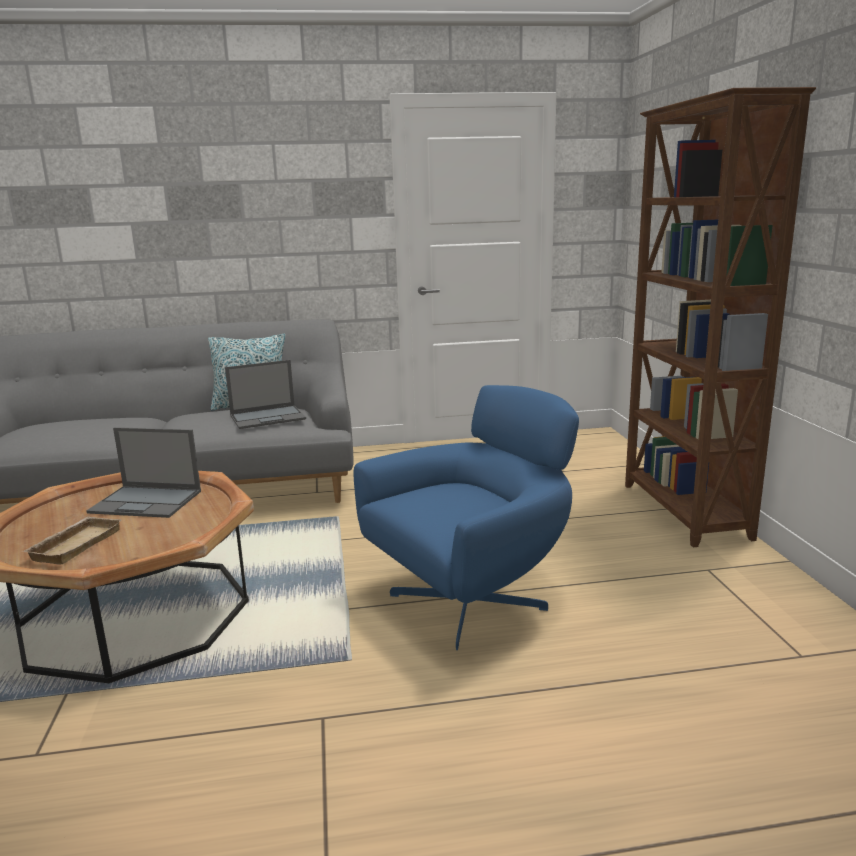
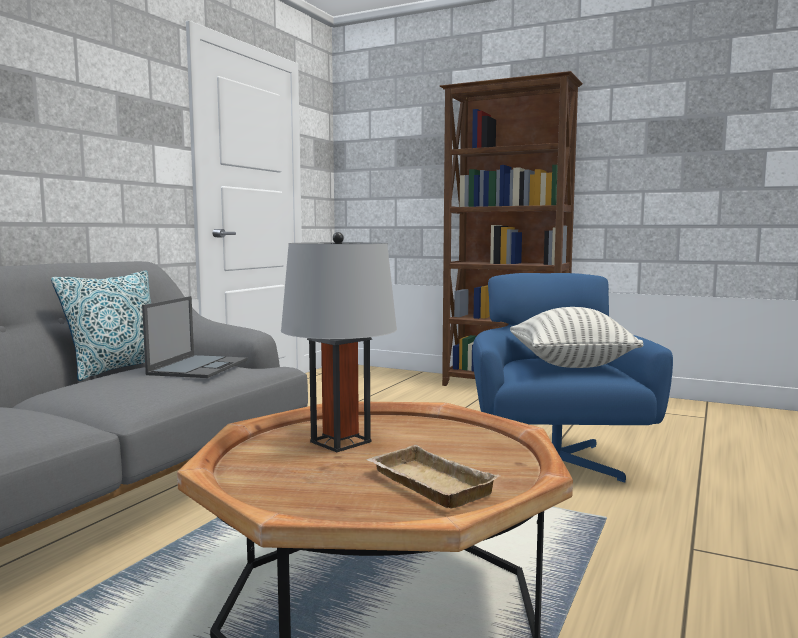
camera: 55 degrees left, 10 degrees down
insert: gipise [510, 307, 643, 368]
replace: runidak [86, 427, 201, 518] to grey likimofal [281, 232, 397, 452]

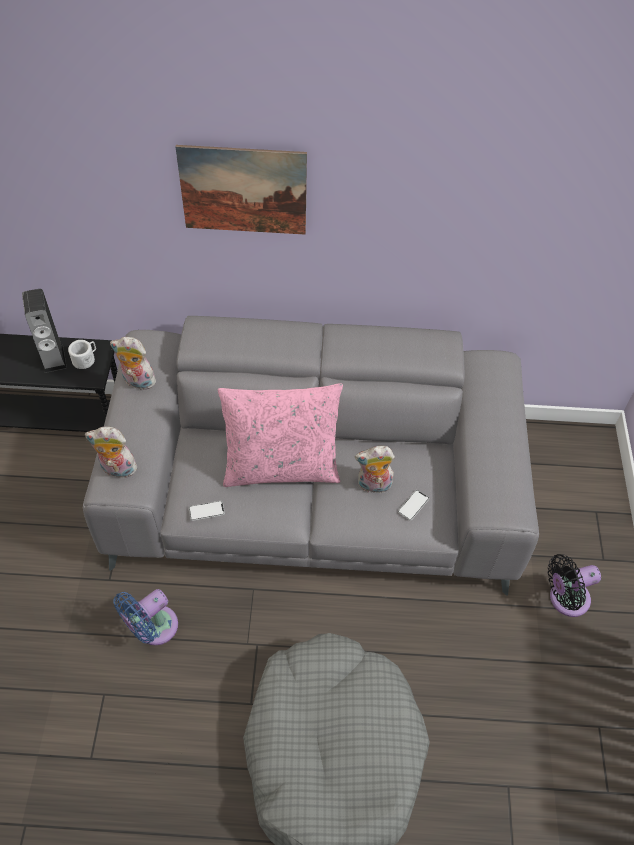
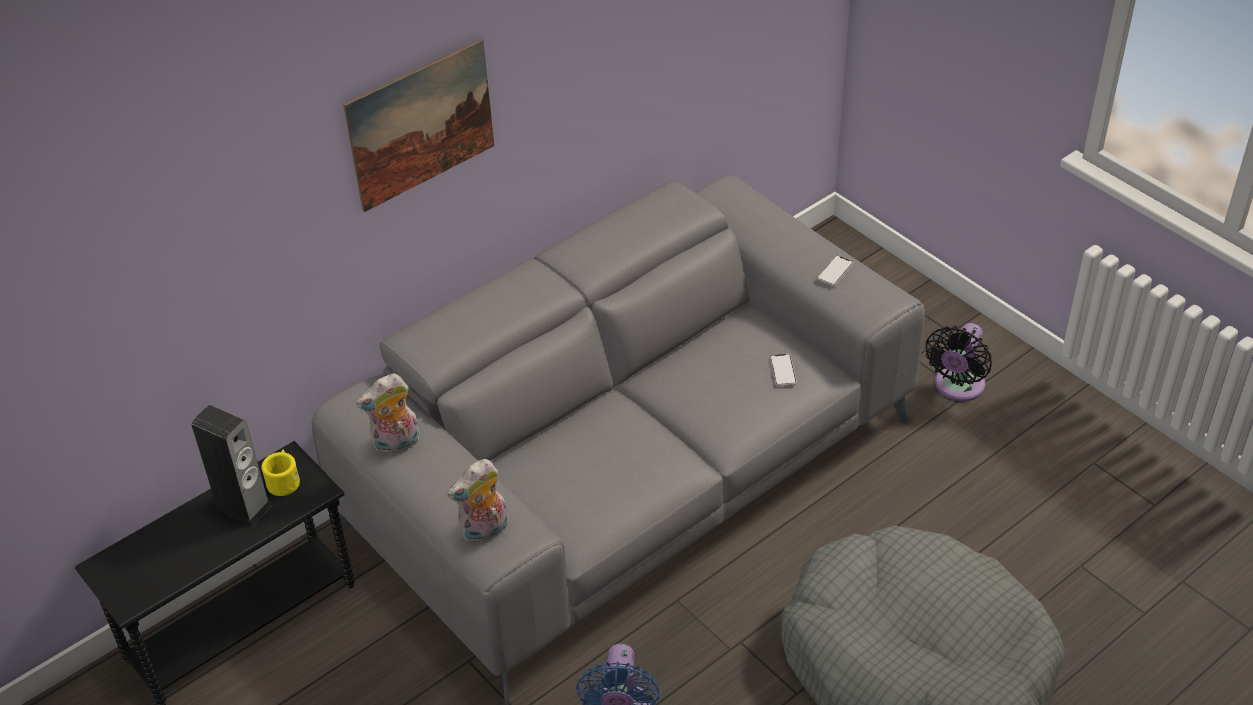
camera: 40 degrees left, 10 degrees down
delete: pink gipise [218, 383, 343, 487]; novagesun [355, 446, 395, 496]
move: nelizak [189, 501, 225, 521] to [817, 255, 854, 286]
recolor: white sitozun [68, 340, 96, 369] to yellow sitozun [262, 449, 300, 496]

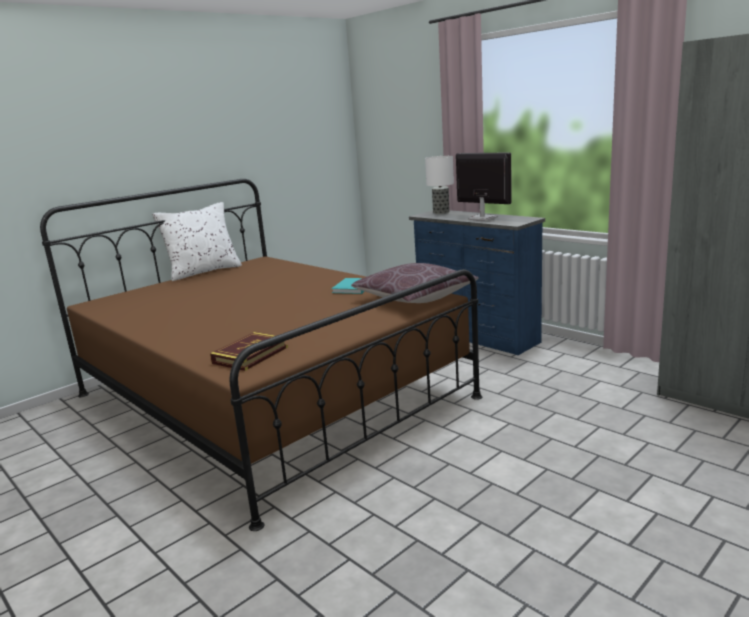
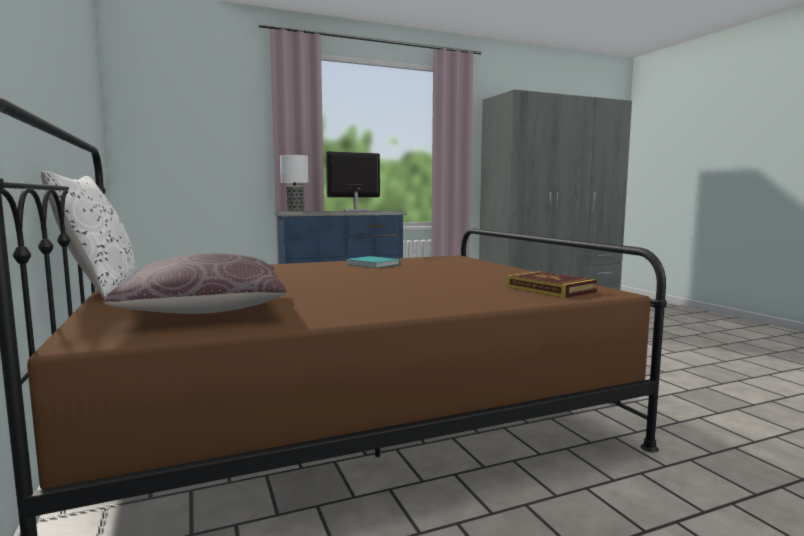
camera: 70 degrees left, 10 degrees down
move: brown gipise [351, 263, 479, 303] to [103, 253, 287, 314]

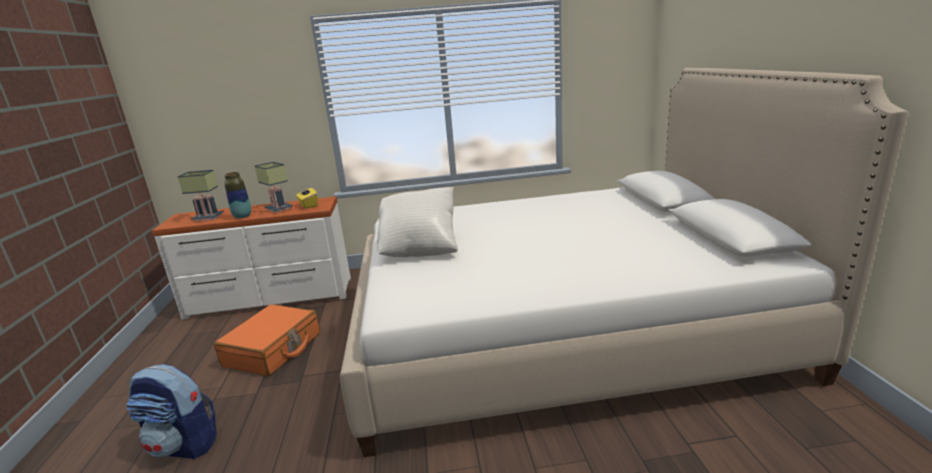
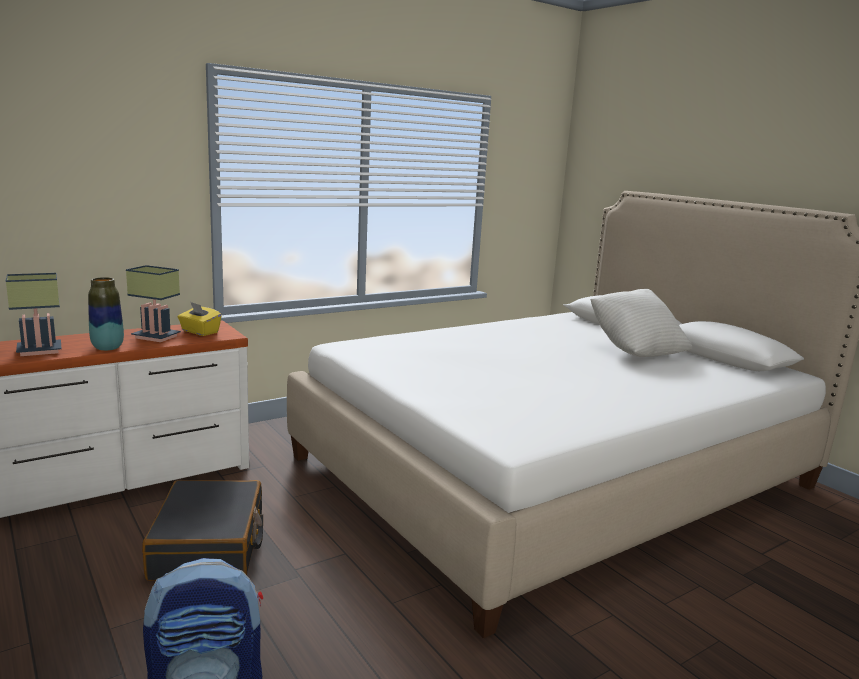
camera: 30 degrees left, 5 degrees down
move: white gipise [377, 187, 458, 257] to [590, 289, 692, 357]
recolor: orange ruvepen [214, 304, 320, 376] to black ruvepen [142, 480, 263, 581]

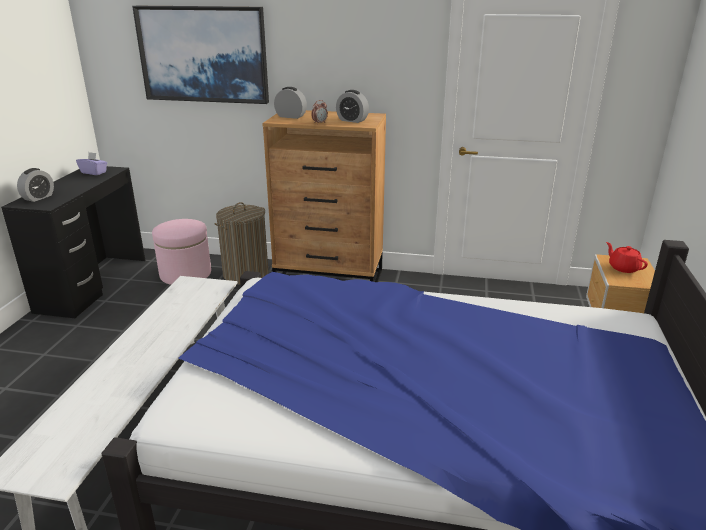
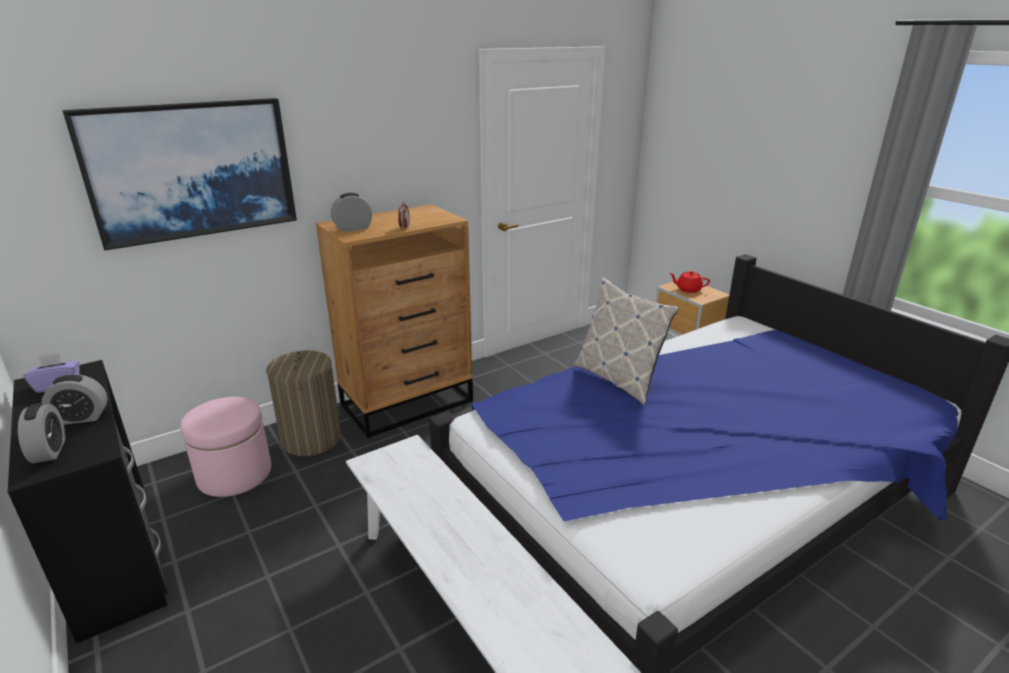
camera: 45 degrees left, 0 degrees up
insert: gipise [574, 277, 679, 405]
move: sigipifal [336, 90, 369, 123] to [41, 374, 108, 425]

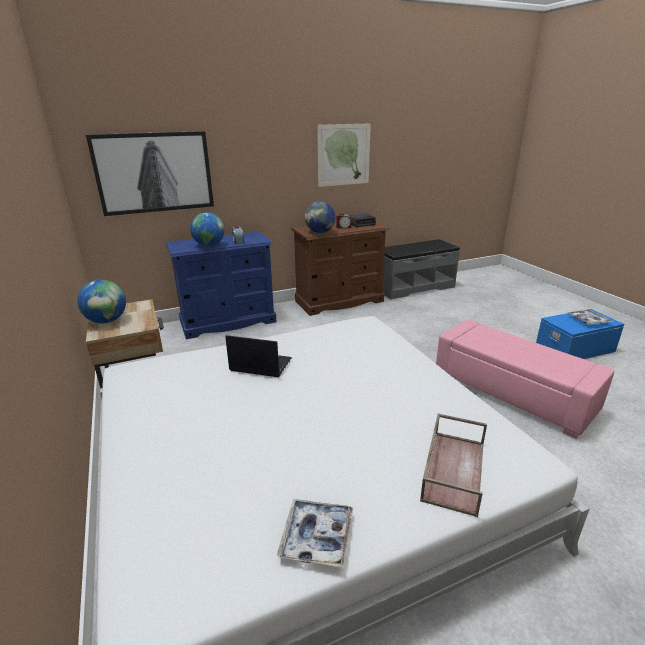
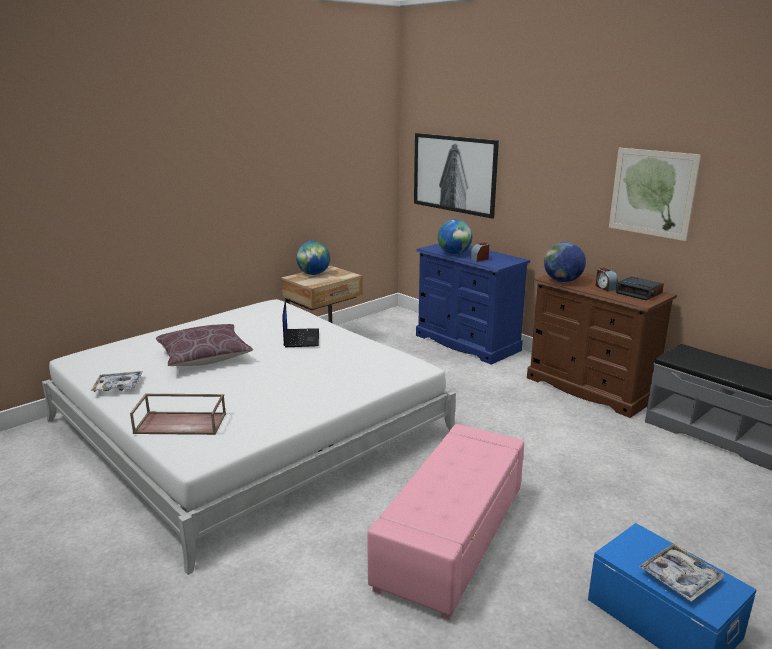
camera: 70 degrees right, 5 degrees down
insert: brown gipise [156, 324, 253, 366]

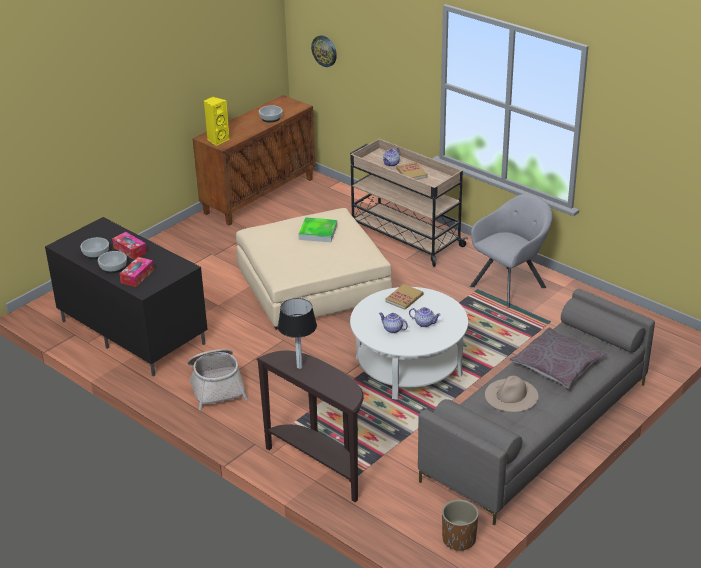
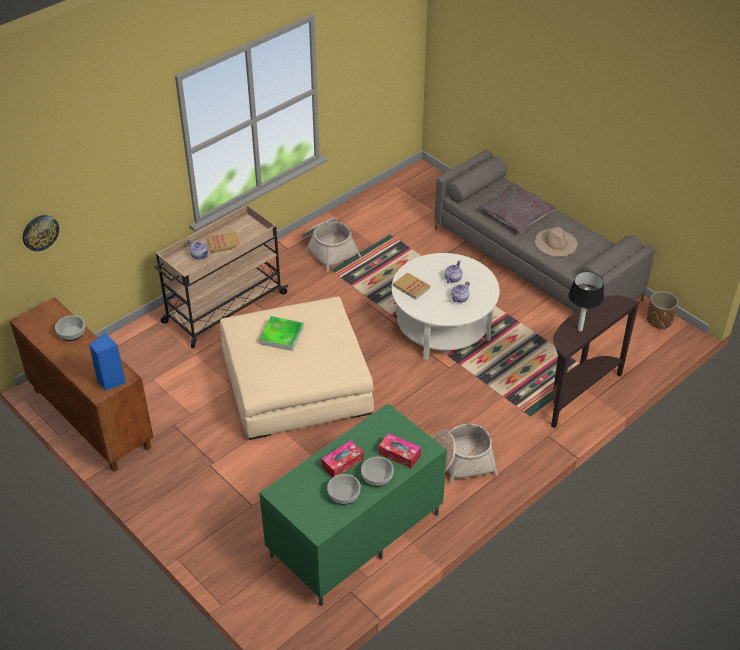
camera: 85 degrees left, 10 degrees up
replace: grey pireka [470, 194, 553, 308] to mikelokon [301, 218, 361, 272]
recolor: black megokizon [45, 217, 208, 377] to green megokizon [259, 403, 447, 606]; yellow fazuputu [204, 97, 229, 146] to blue fazuputu [89, 333, 126, 391]

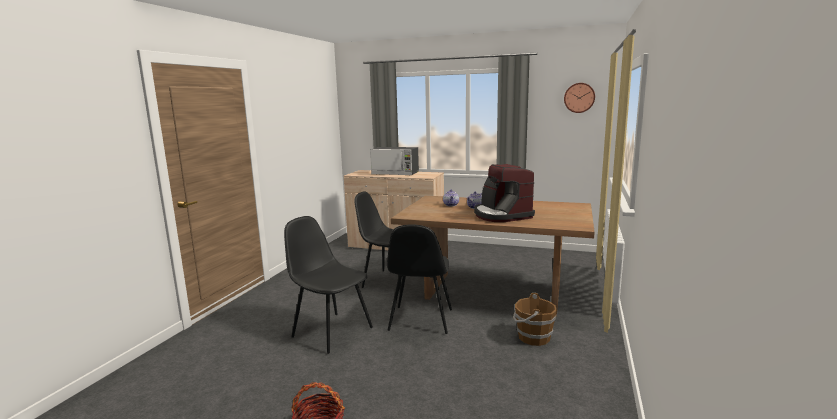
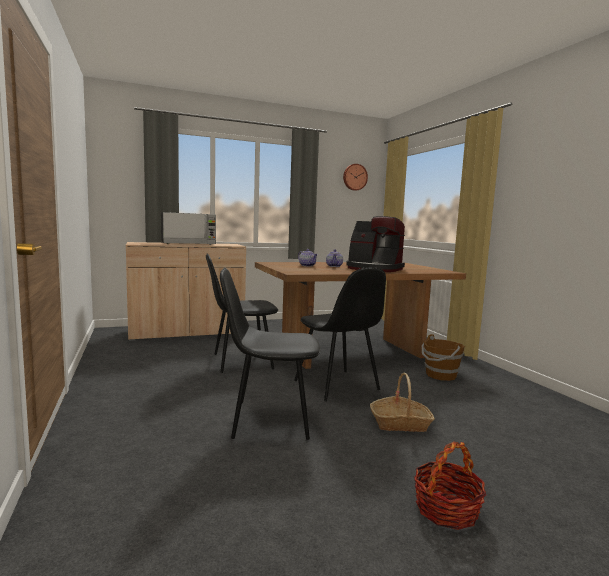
camera: 40 degrees left, 5 degrees down
insert: mikelokon [370, 373, 435, 432]

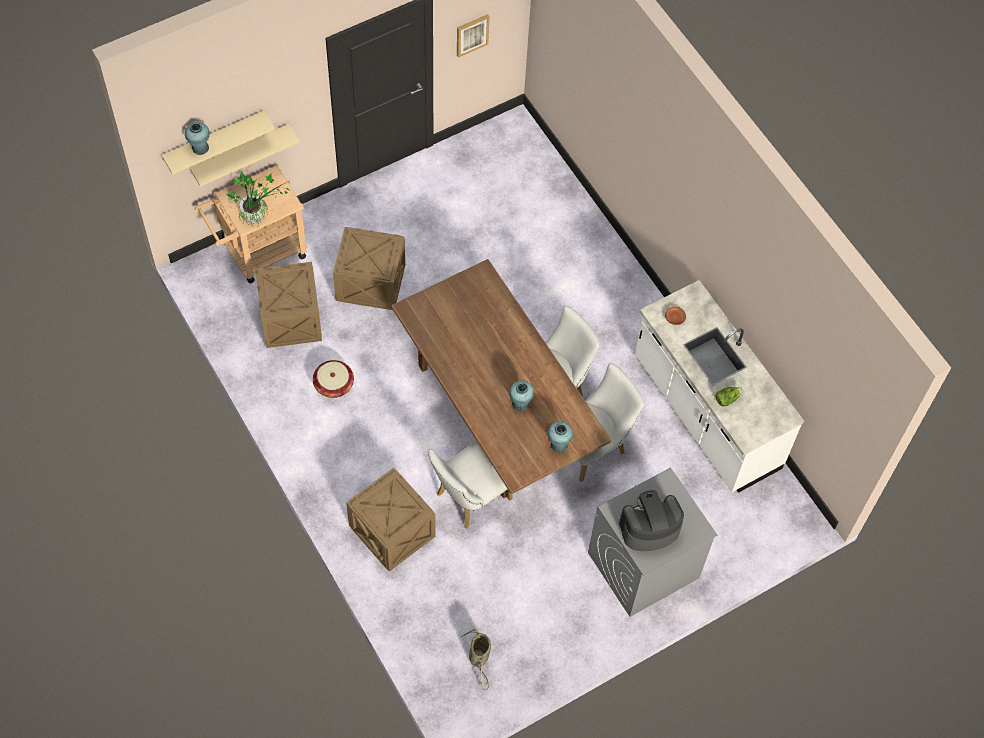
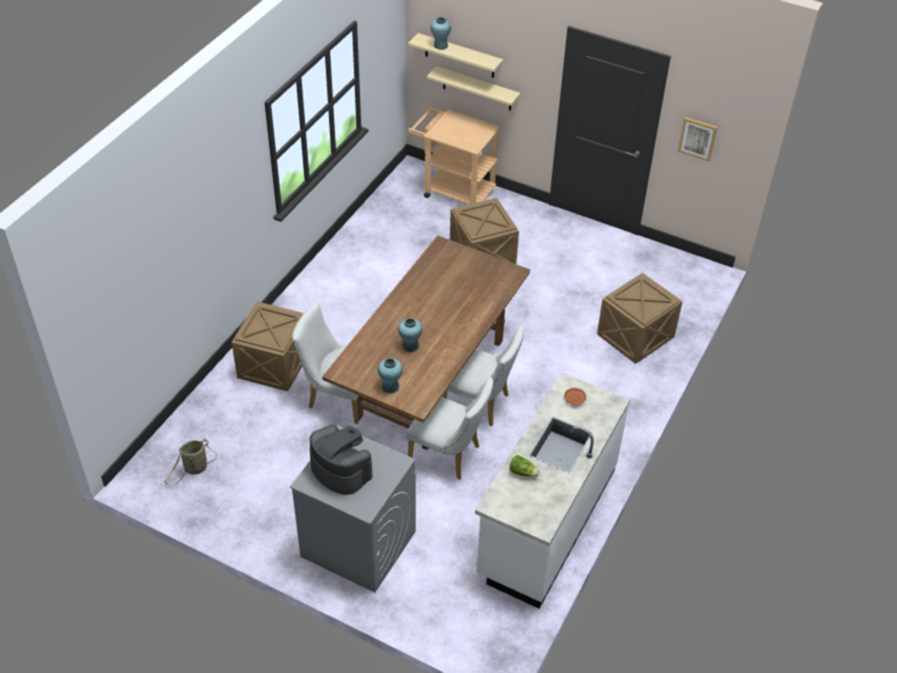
camera: 60 degrees right, 15 degrees down
delete: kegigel [226, 171, 290, 227]; mikelokon [313, 360, 354, 398]
move: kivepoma [256, 262, 322, 348] to [597, 273, 683, 364]

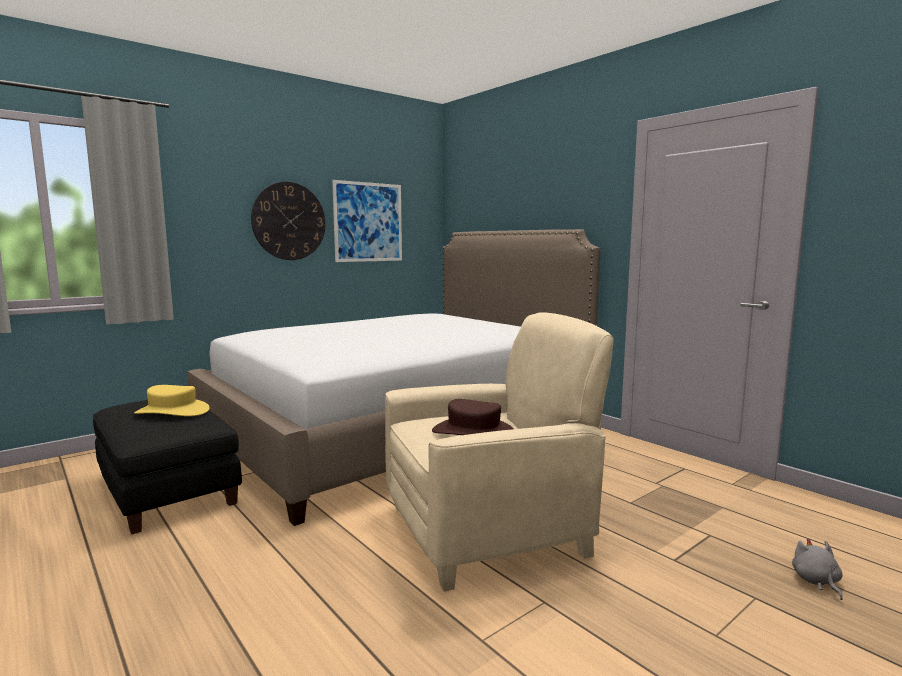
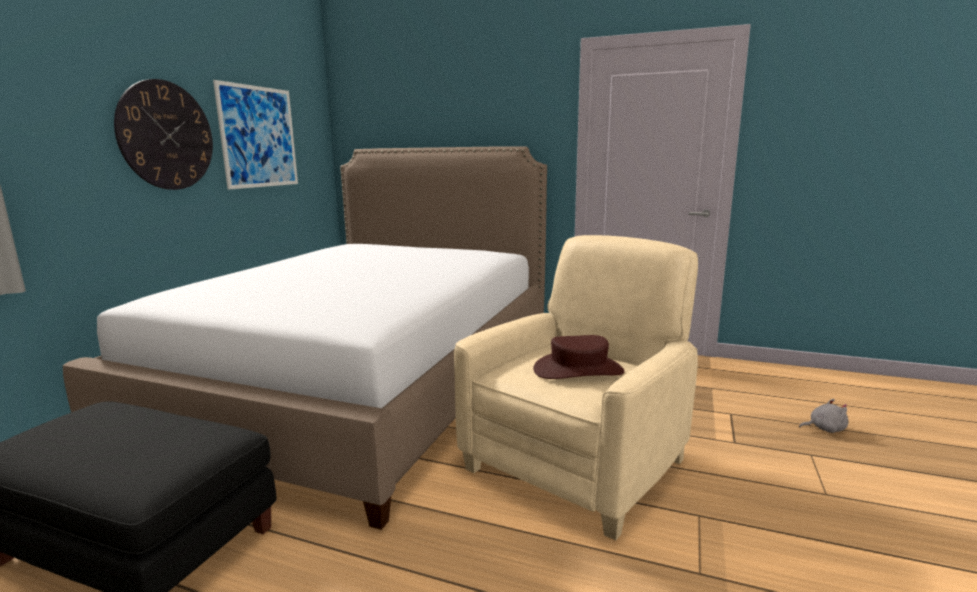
camera: 30 degrees left, 5 degrees up
delete: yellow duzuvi [134, 385, 210, 416]
rotate: grey novagesun [792, 538, 843, 600] = [799, 399, 849, 433] 120 degrees clockwise

